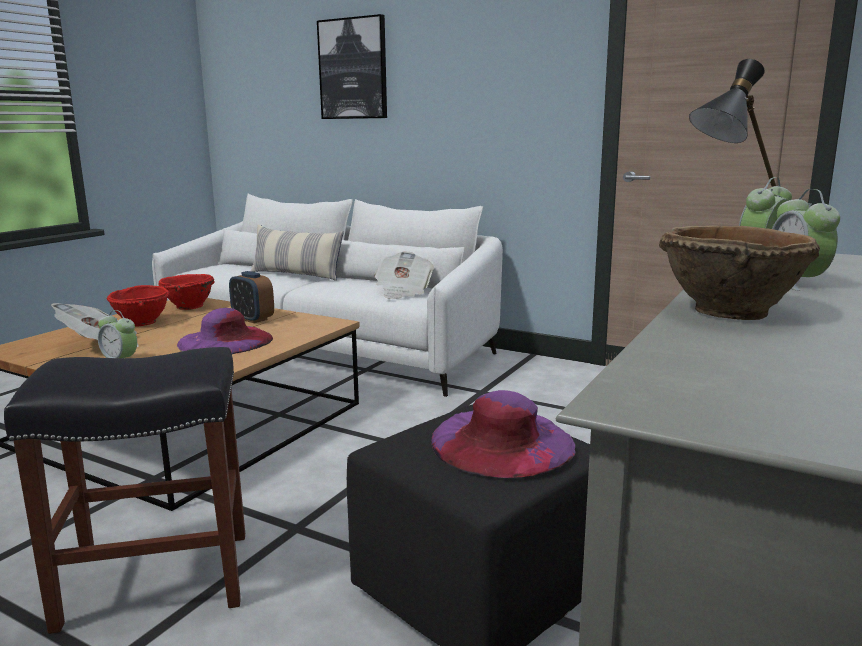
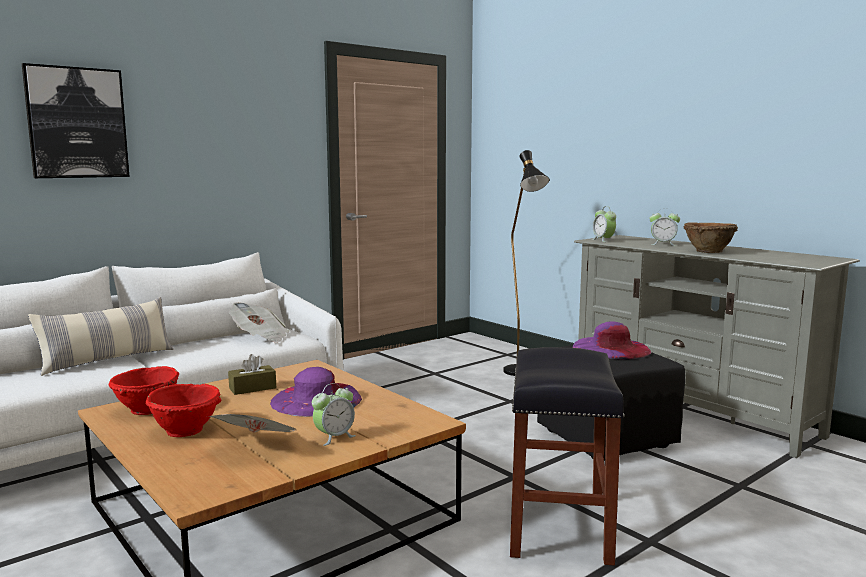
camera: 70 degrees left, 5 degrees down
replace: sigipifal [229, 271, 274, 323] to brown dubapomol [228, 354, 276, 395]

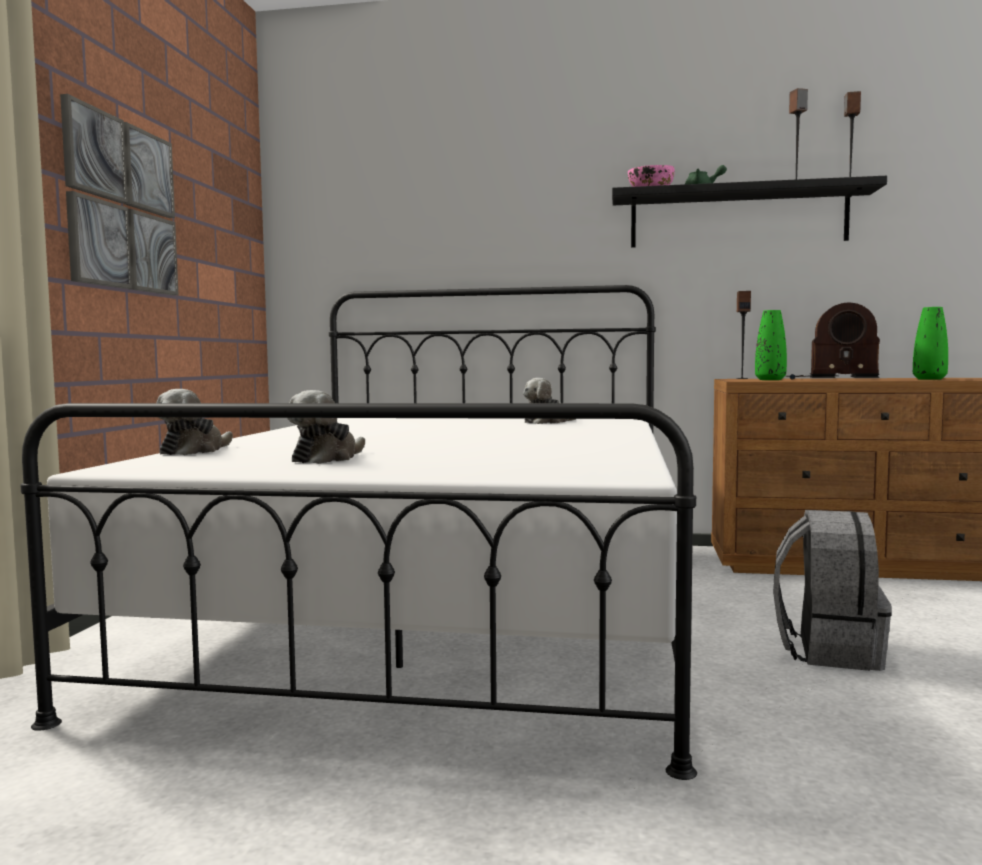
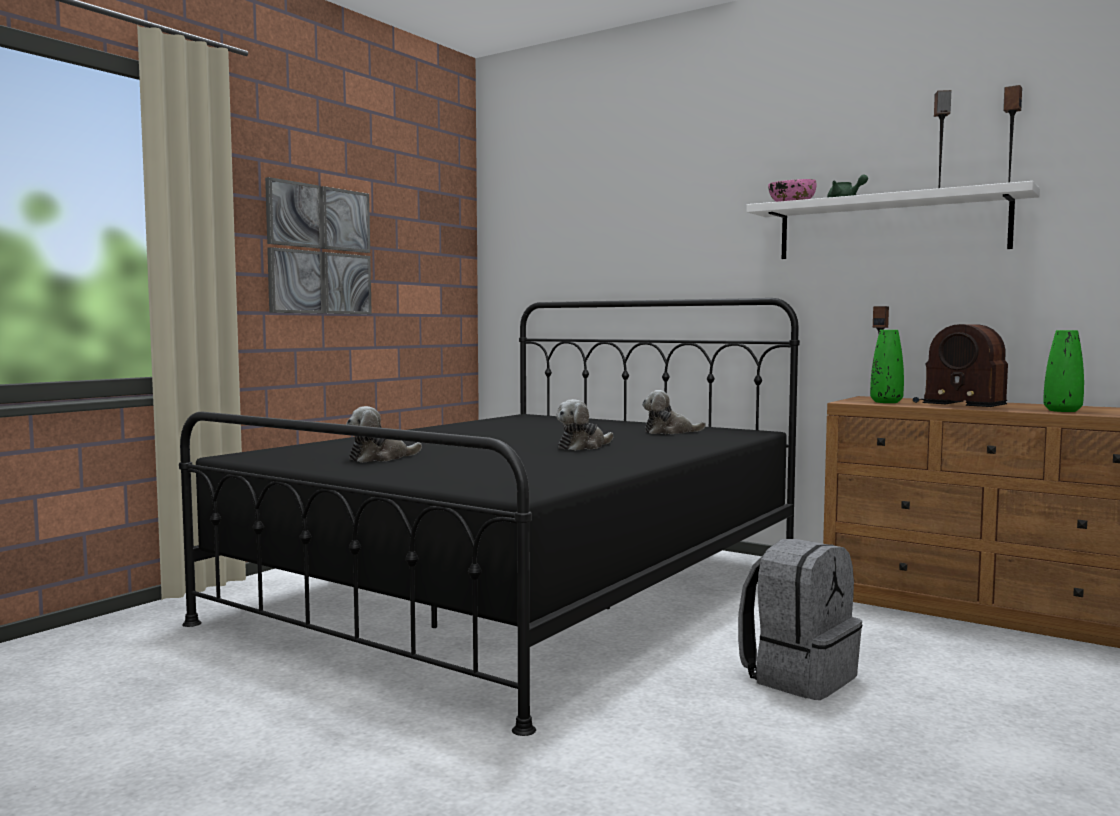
camera: 25 degrees right, 0 degrees up
move: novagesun [156, 389, 233, 455] to [556, 399, 613, 451]
recolor: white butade [20, 285, 697, 780] to black butade [179, 298, 800, 736]; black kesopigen [612, 176, 887, 248] to white kesopigen [746, 181, 1040, 259]

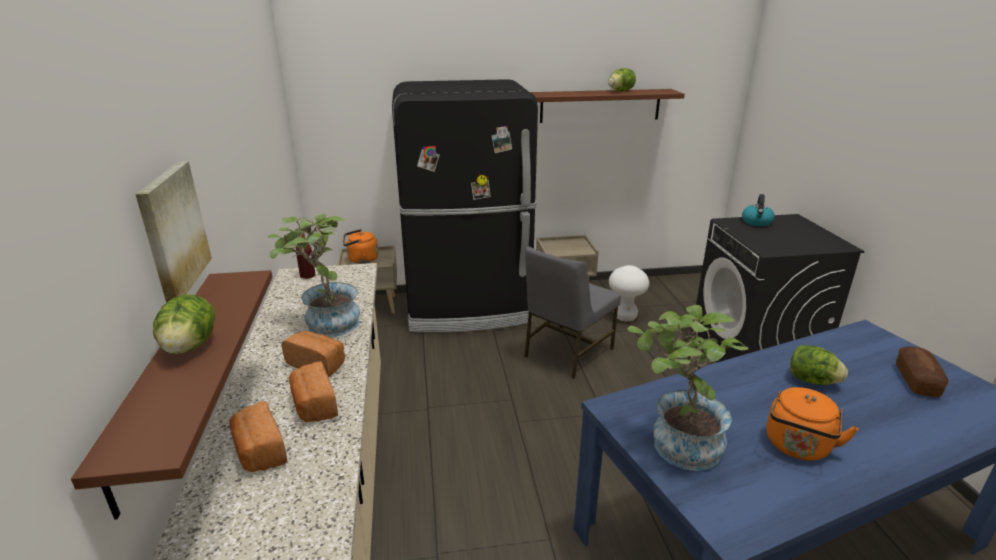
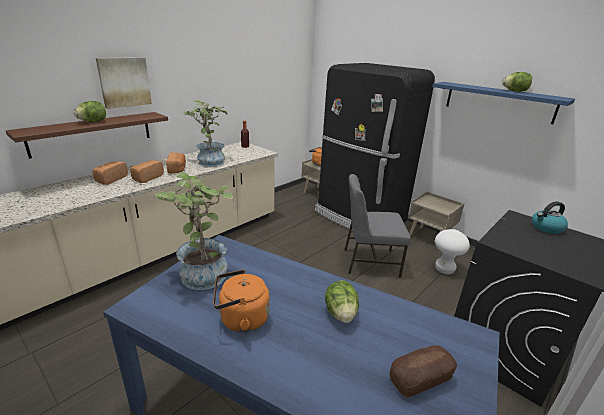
camera: 50 degrees right, 0 degrees up
recolor: brown kesopigen [531, 89, 685, 123] to blue kesopigen [432, 82, 575, 124]

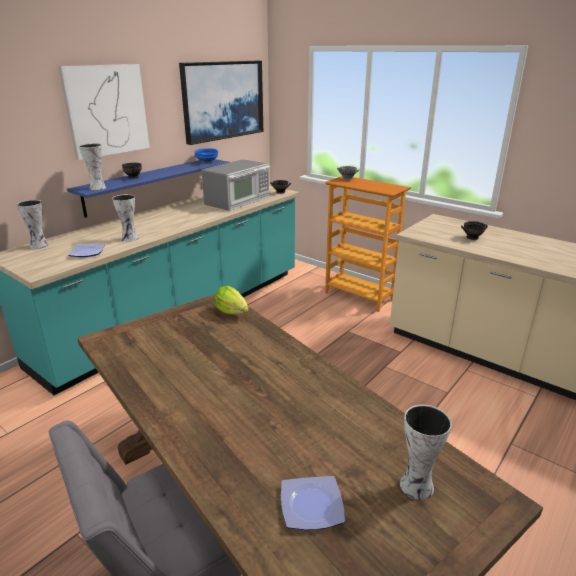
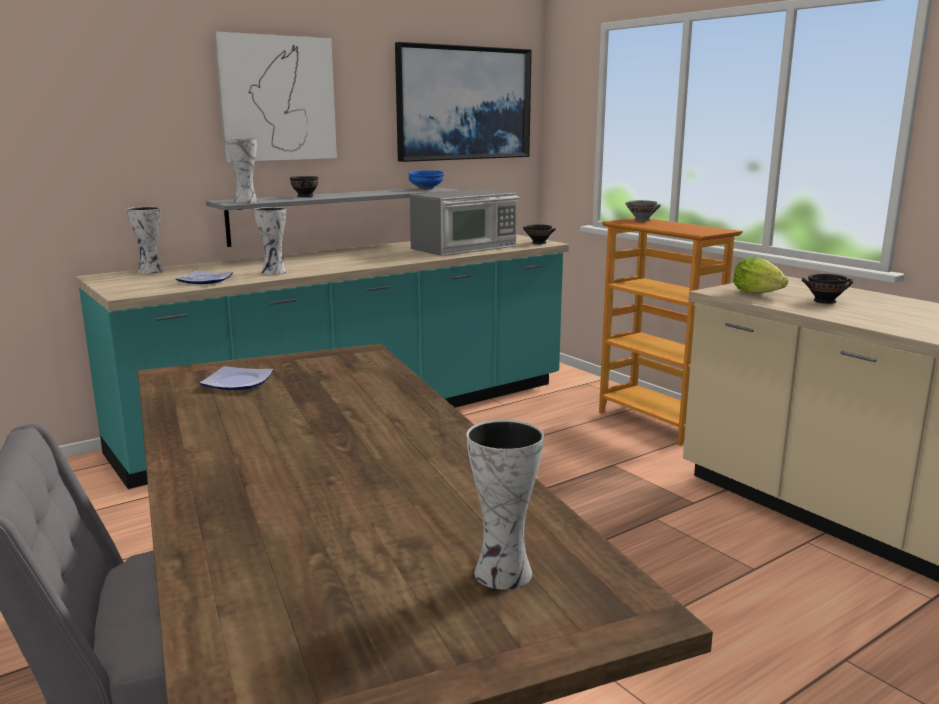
camera: 15 degrees right, 10 degrees down
move: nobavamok [215, 286, 249, 315] to [733, 257, 788, 294]; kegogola [281, 476, 345, 530] to [199, 366, 274, 390]
recolor: blue kesopigen [67, 159, 229, 218] to grey kesopigen [206, 187, 460, 247]

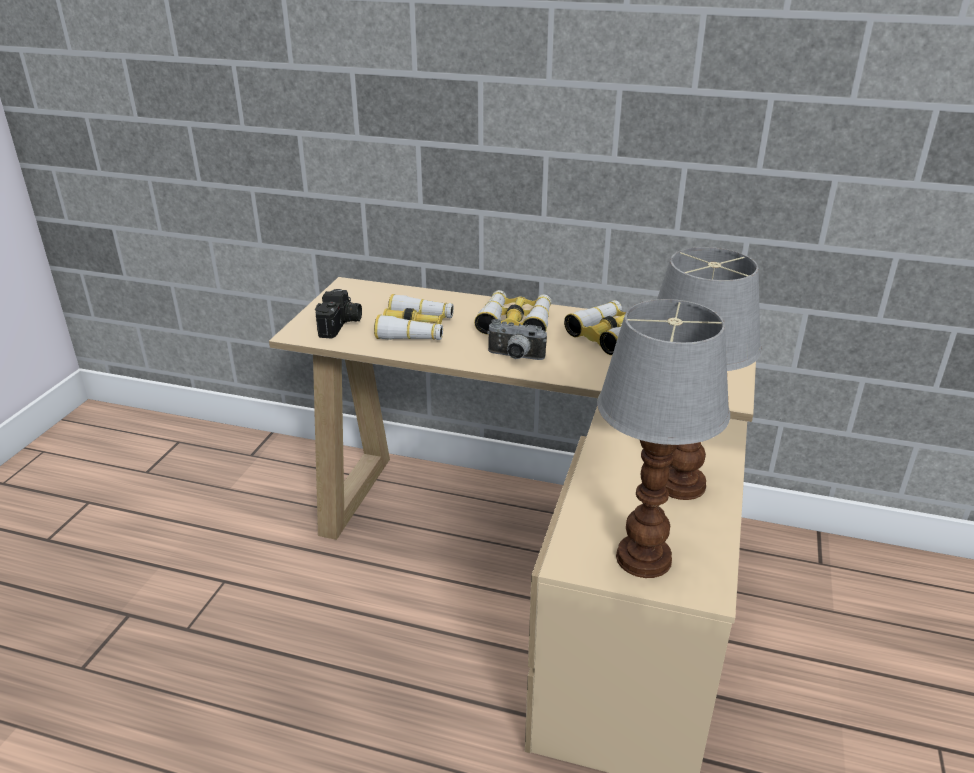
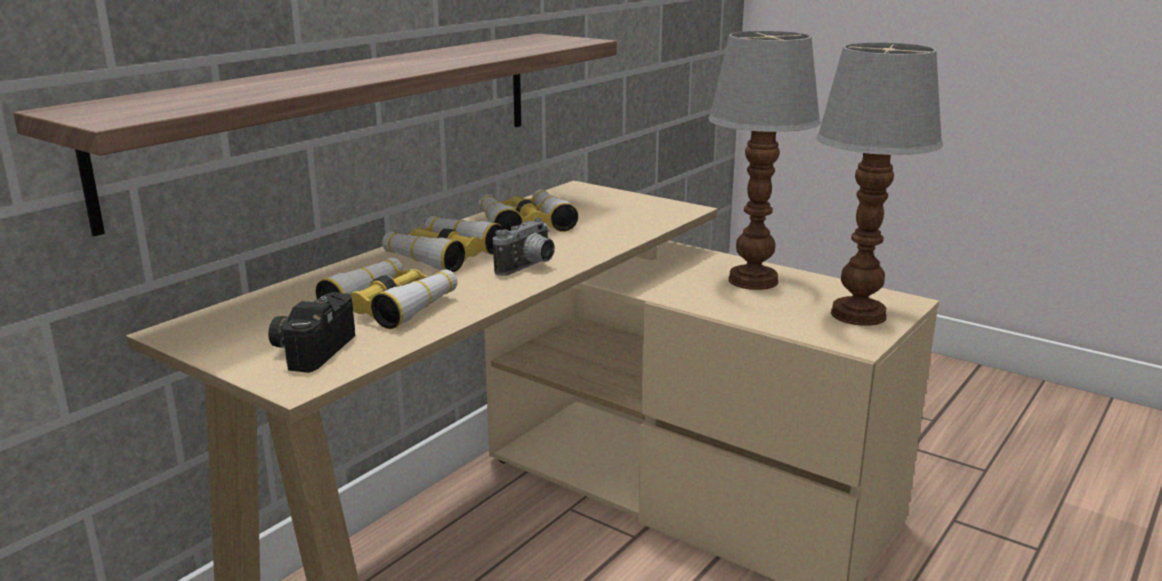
camera: 70 degrees left, 10 degrees down
insert: kesopigen [13, 34, 617, 236]
rotate: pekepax [315, 289, 362, 339] = [268, 292, 355, 373] 105 degrees counterclockwise

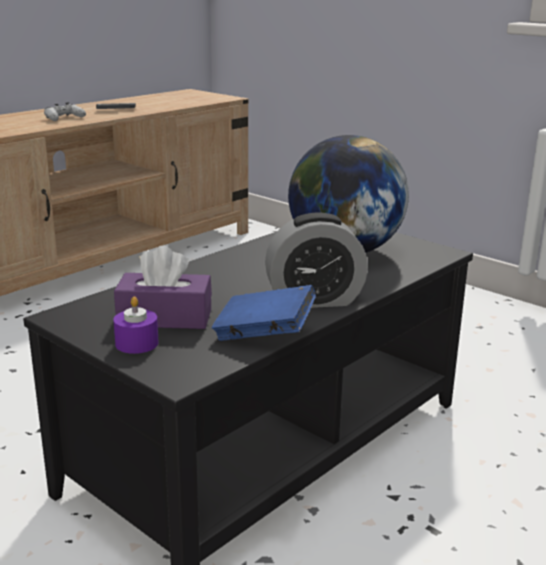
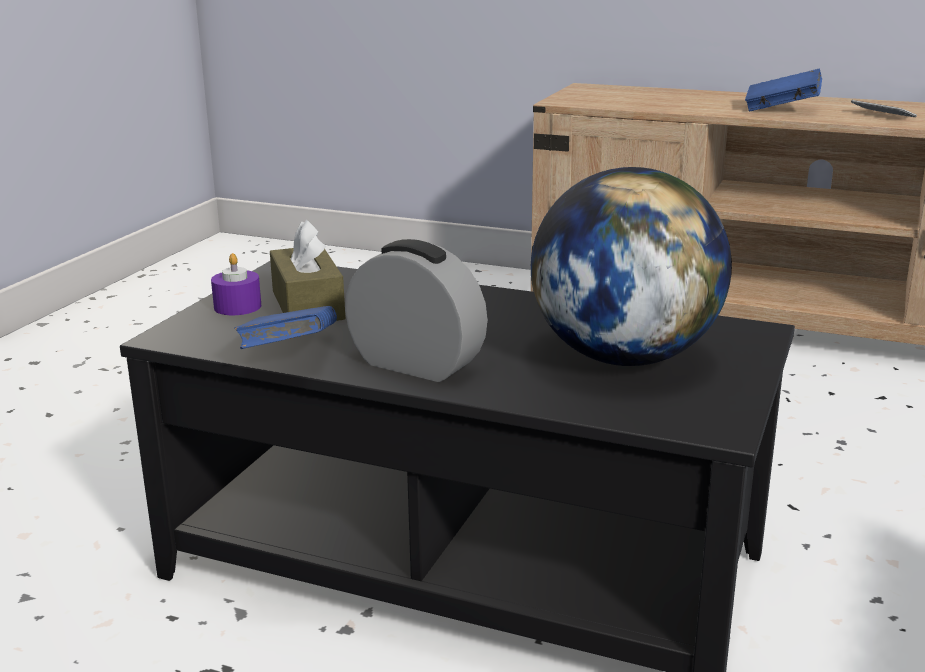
camera: 70 degrees right, 0 degrees up
replace: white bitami [44, 102, 86, 121] to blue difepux [745, 69, 822, 111]
recolor: purple dubapomol [114, 245, 212, 329] to brown dubapomol [270, 220, 345, 321]
rotate: sigipifal [265, 212, 368, 308] = [345, 239, 488, 382] 150 degrees clockwise

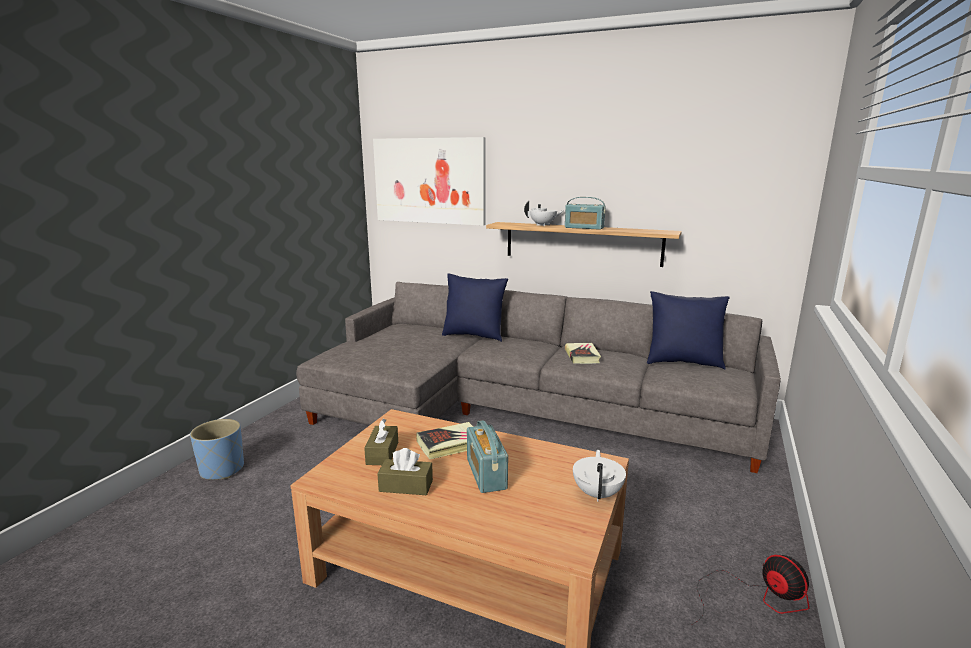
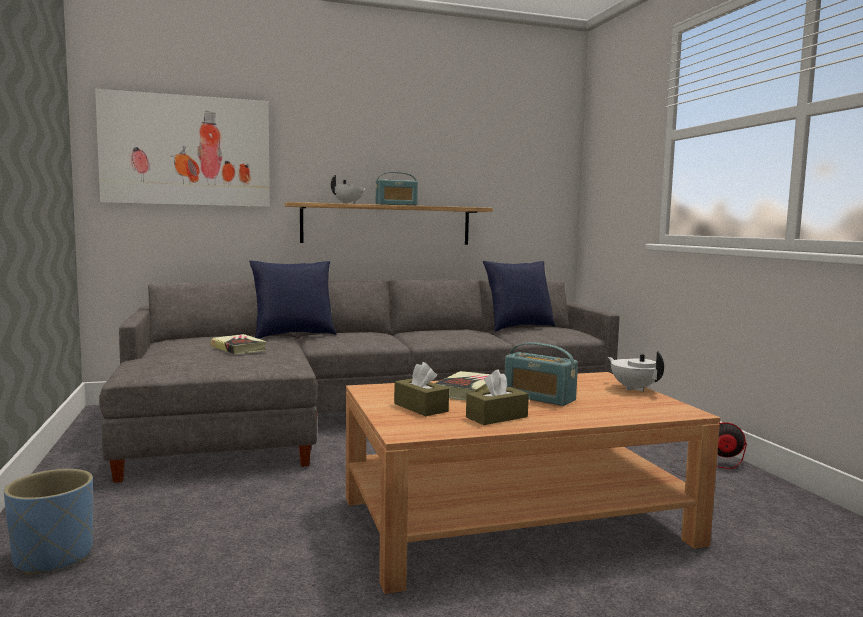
camera: 40 degrees left, 10 degrees down
move: difepux [565, 343, 601, 364] to [211, 334, 267, 354]

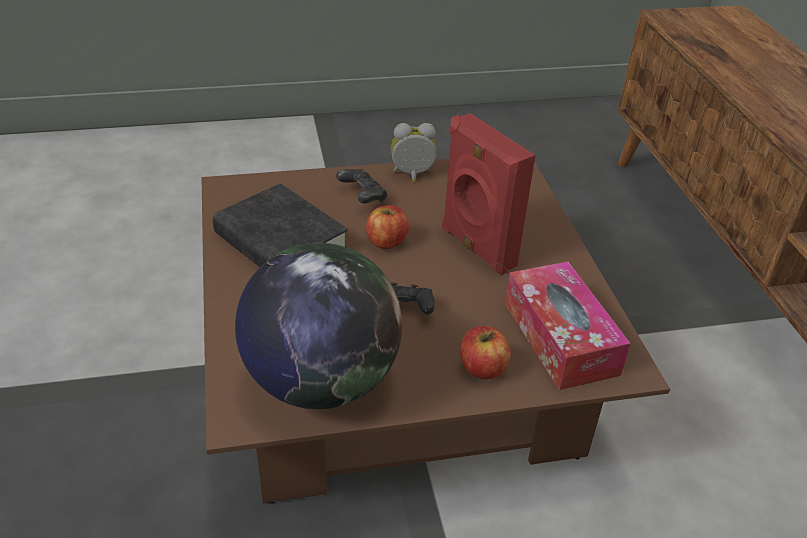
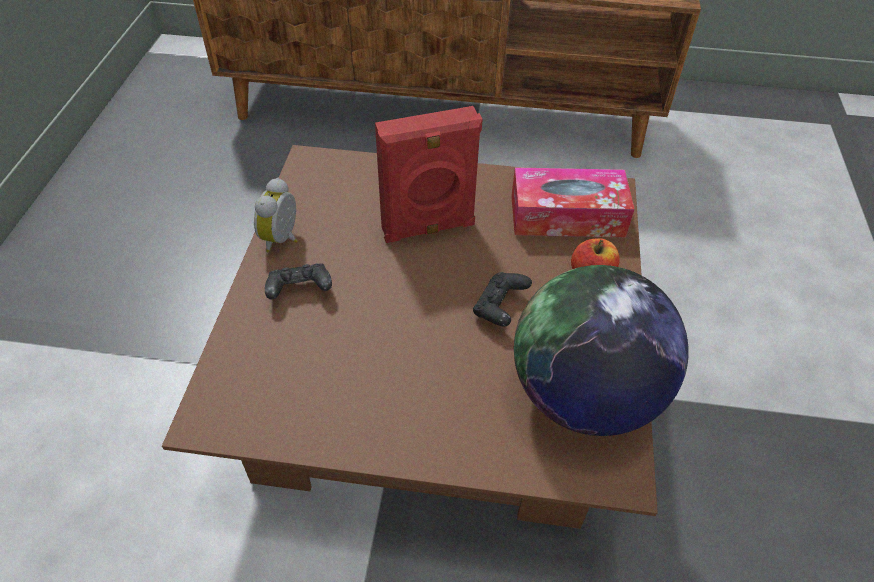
camera: 70 degrees left, 10 degrees up
delete: black difepux [213, 183, 348, 267]; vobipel [366, 205, 409, 249]

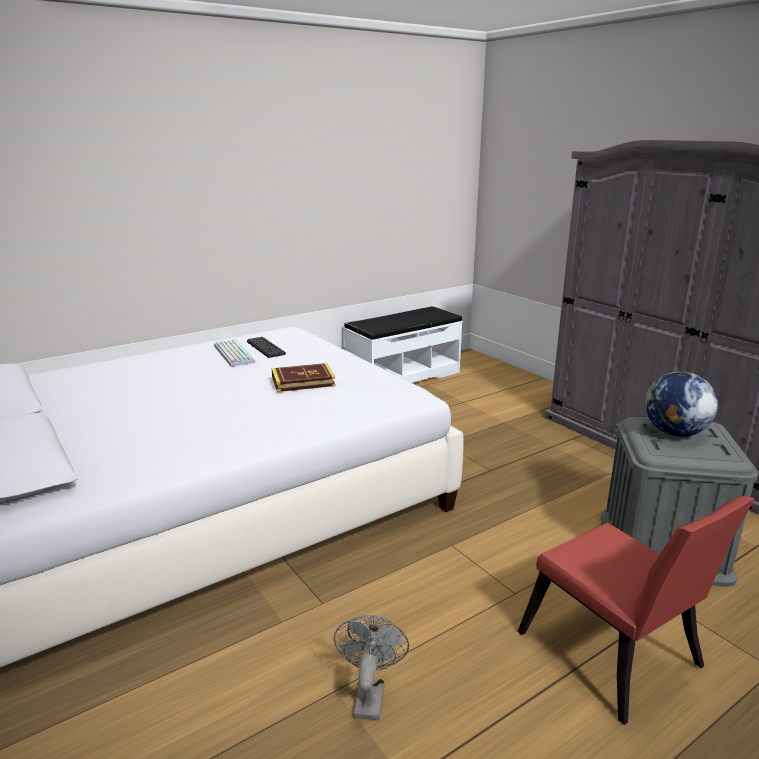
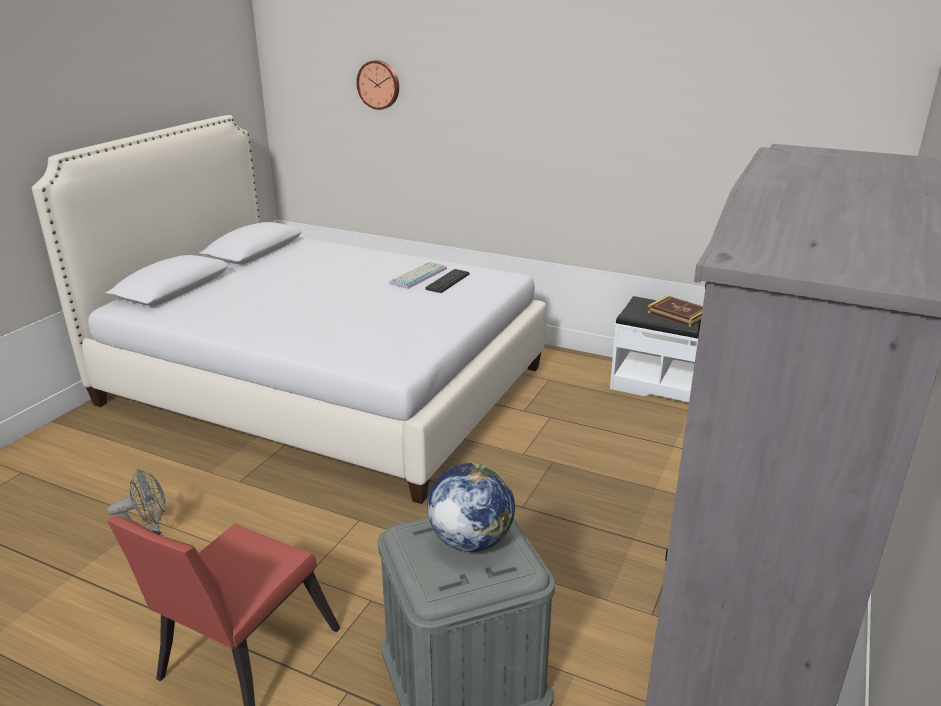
camera: 60 degrees right, 5 degrees up
insert: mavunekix [356, 60, 399, 110]
move: difepux [272, 363, 335, 392] to [647, 296, 703, 327]

